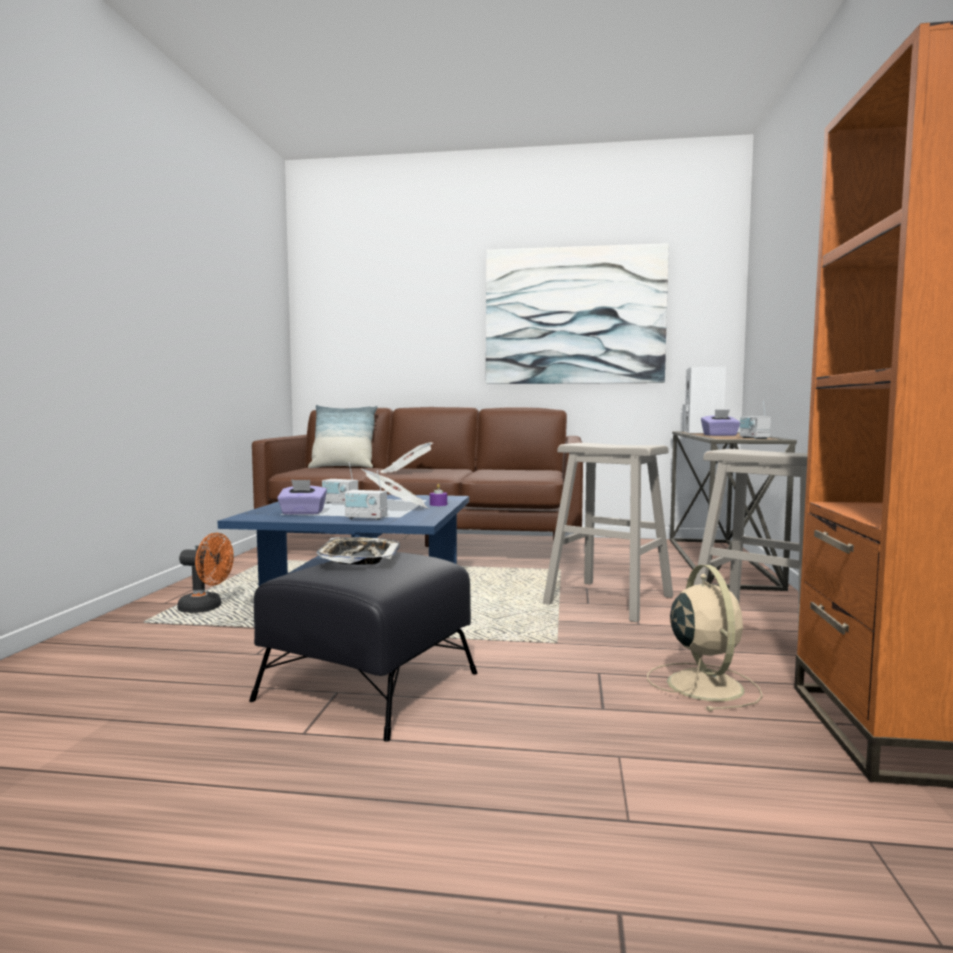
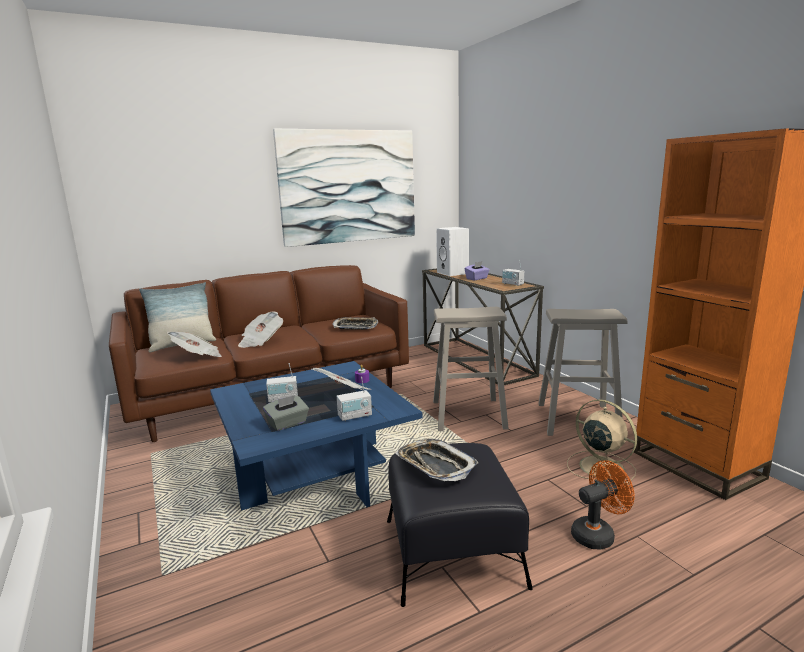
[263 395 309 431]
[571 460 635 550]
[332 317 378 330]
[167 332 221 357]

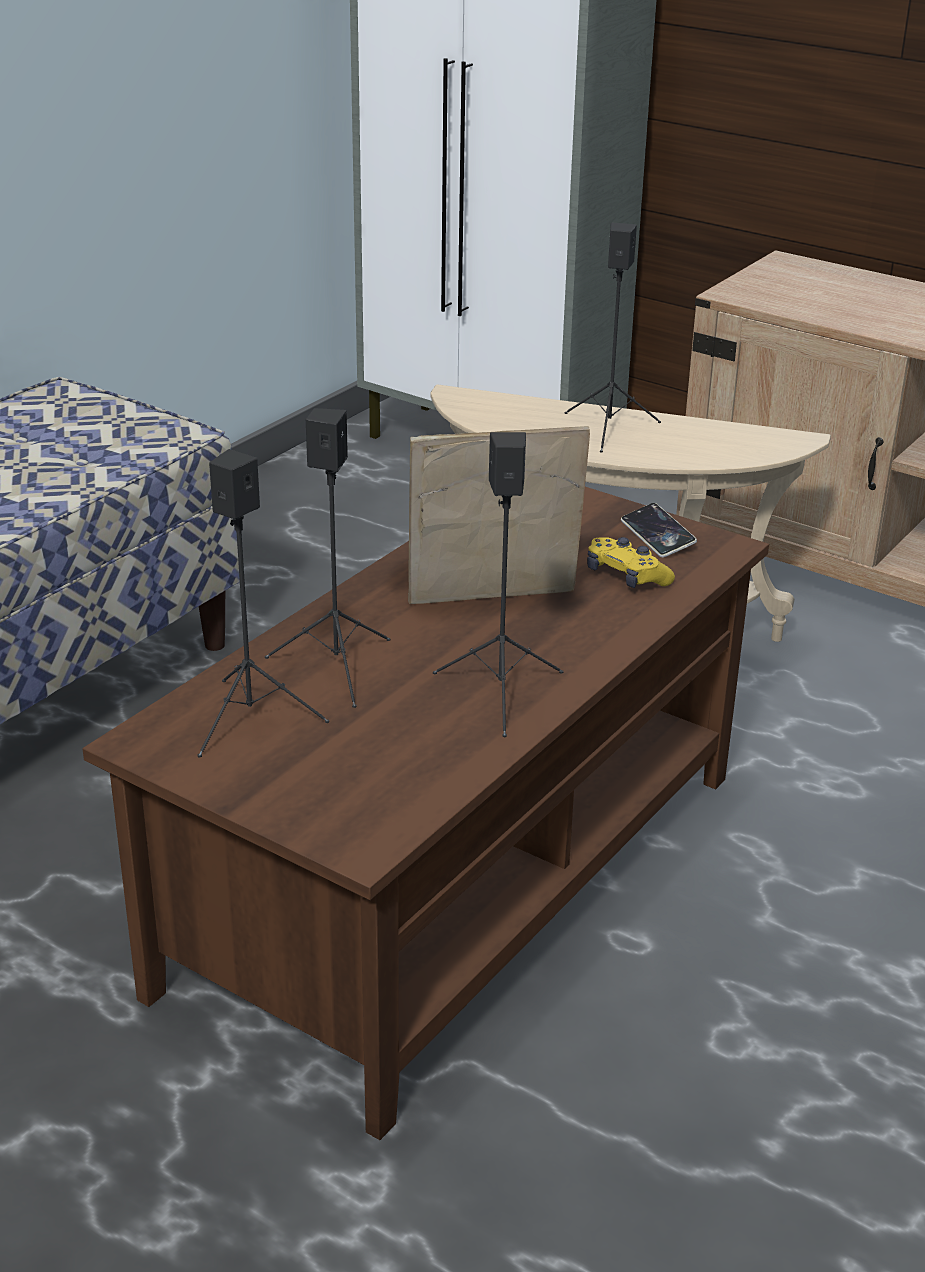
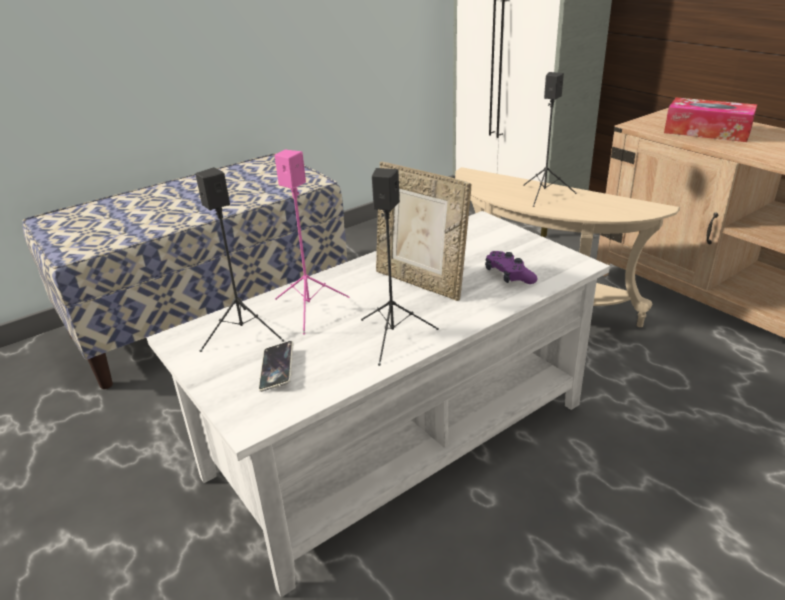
[275 150 349 335]
[376 162 471 301]
[147 211 610 597]
[259 341 293 392]
[485 251 538 284]
[664 98 757 142]

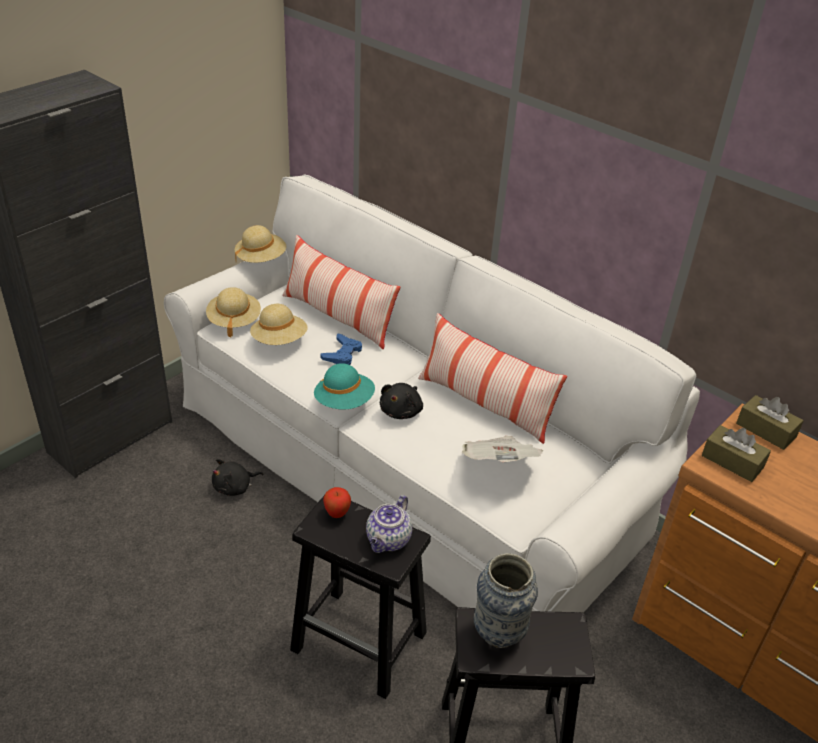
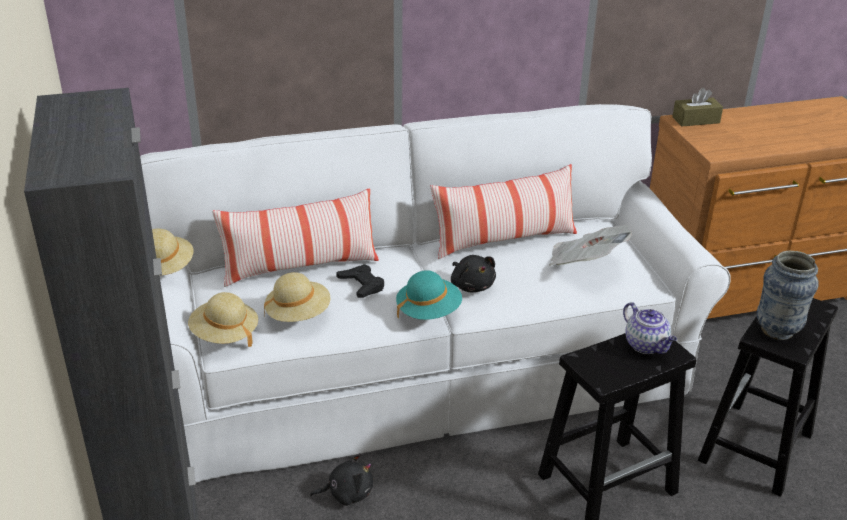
[336 264 384 298]
[702 425 771 482] (first image)
[310 453 373 506]
[323 487 351 518] (first image)

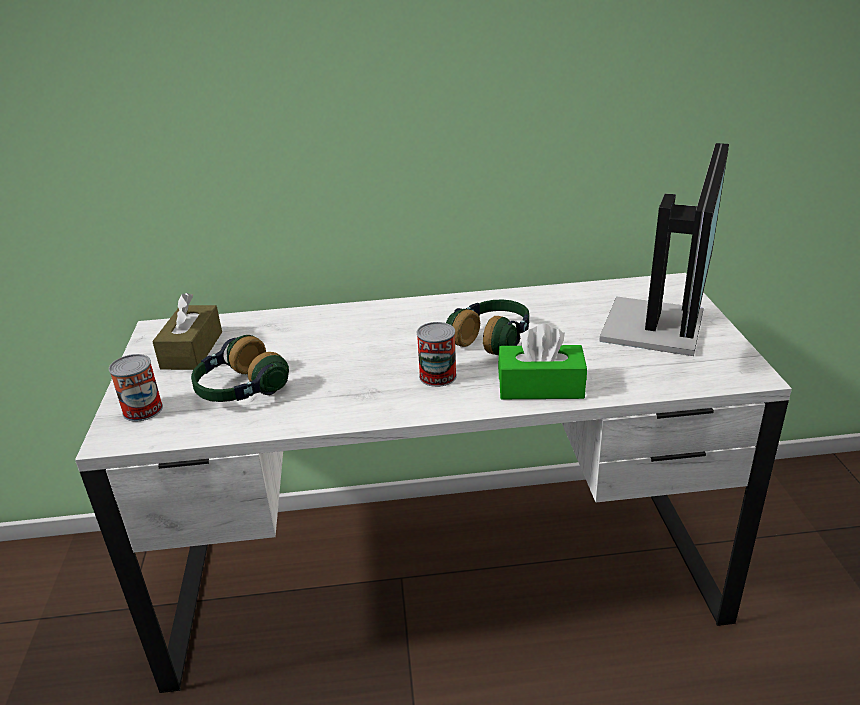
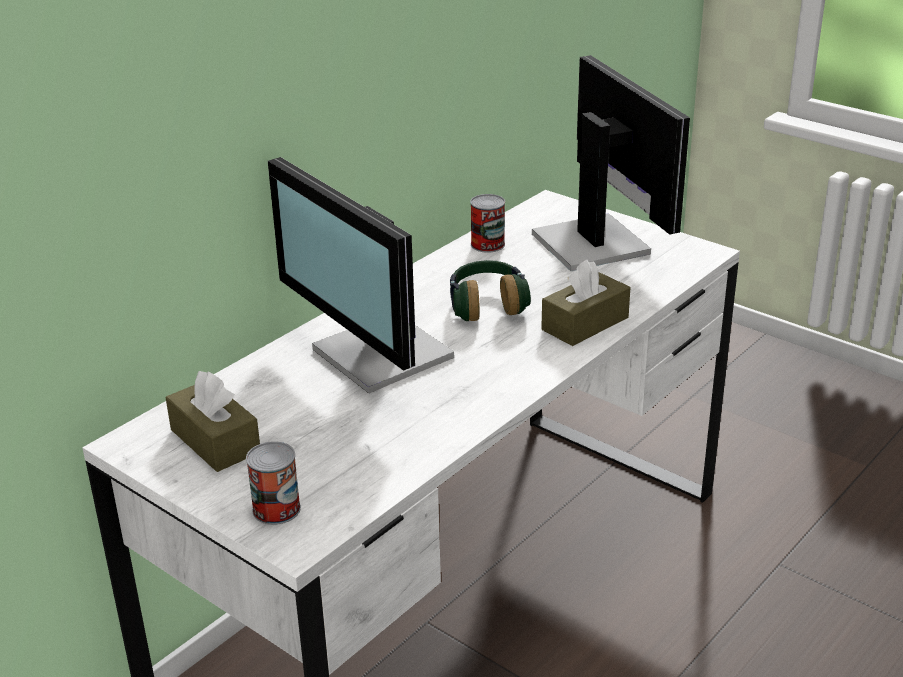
[470 194 505 253]
[541 260 630 346]
[191 335 289 402] (first image)
[268 157 454 393]

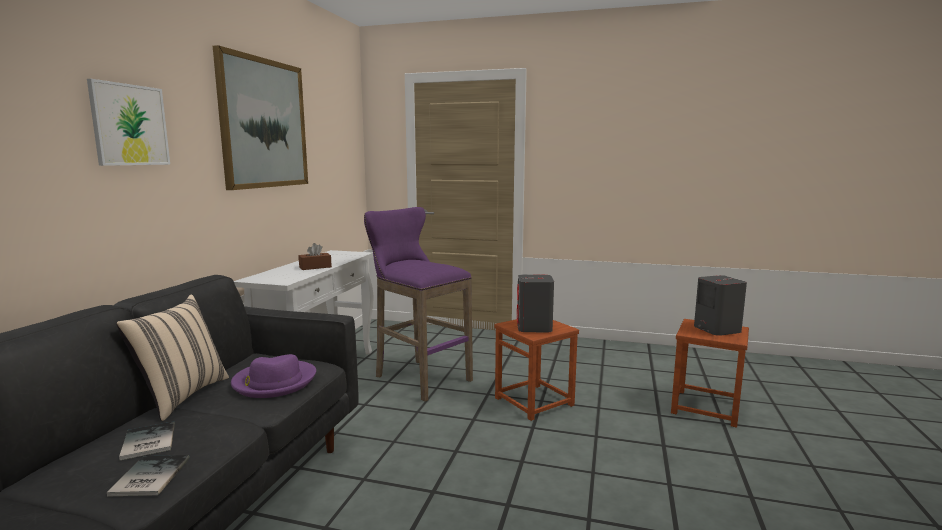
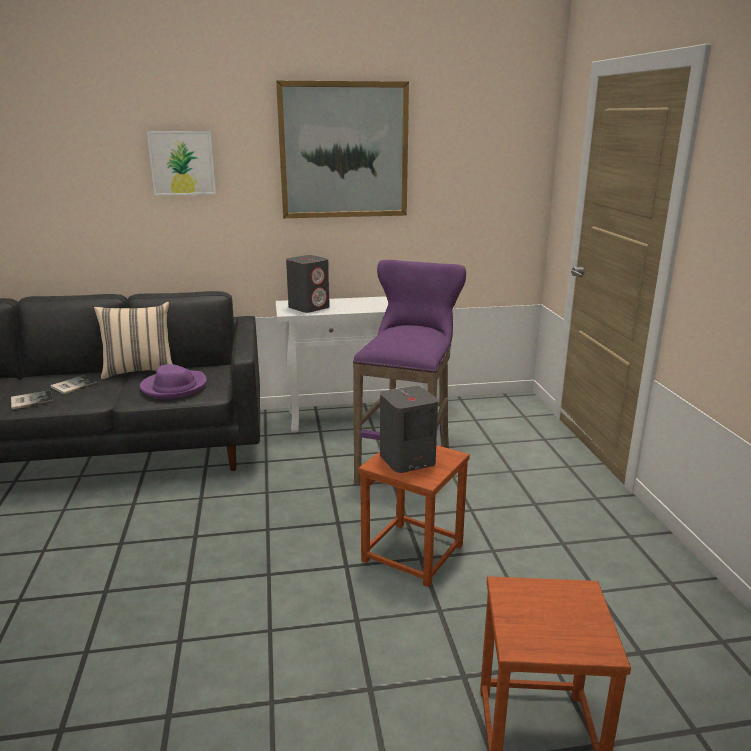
[298 243 332 270] (first image)
[286 255 330 313]

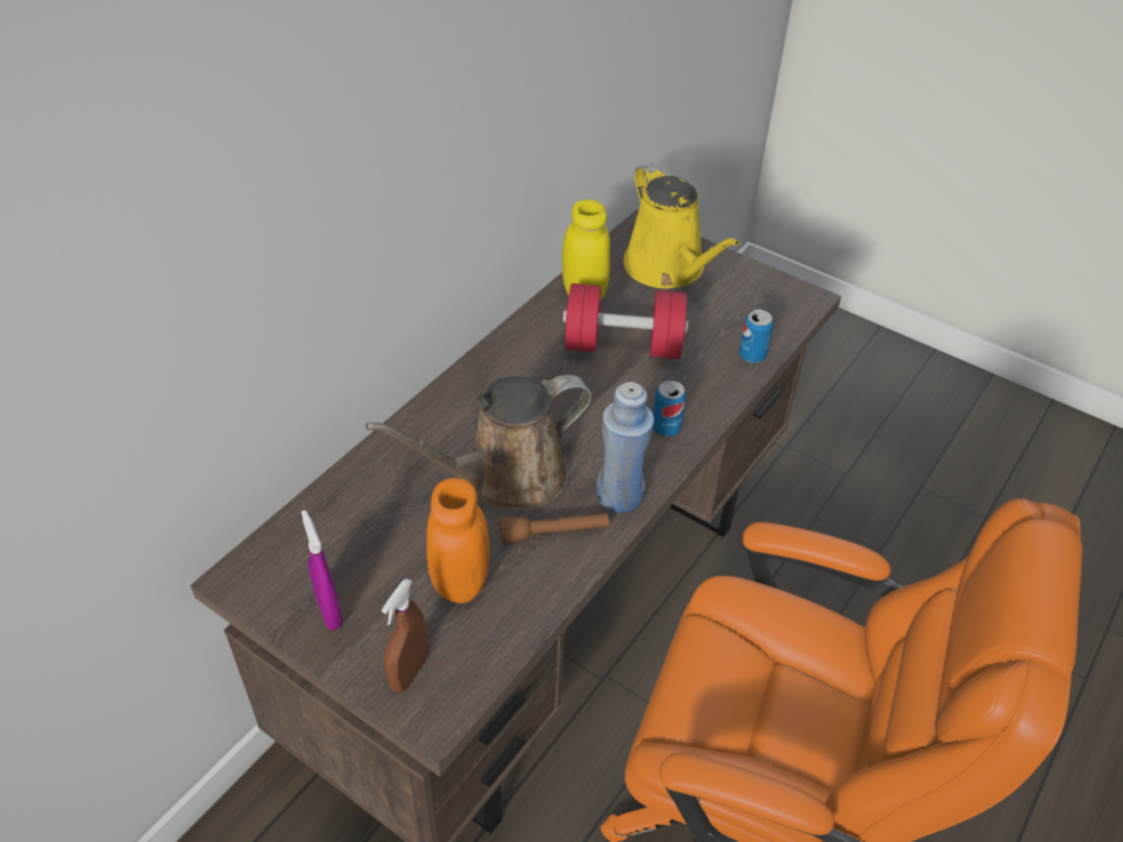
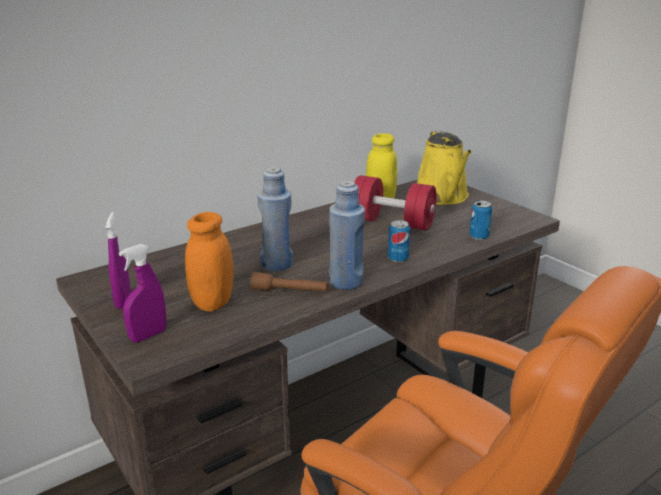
[257 167 293 271]
[119 244 166 342]

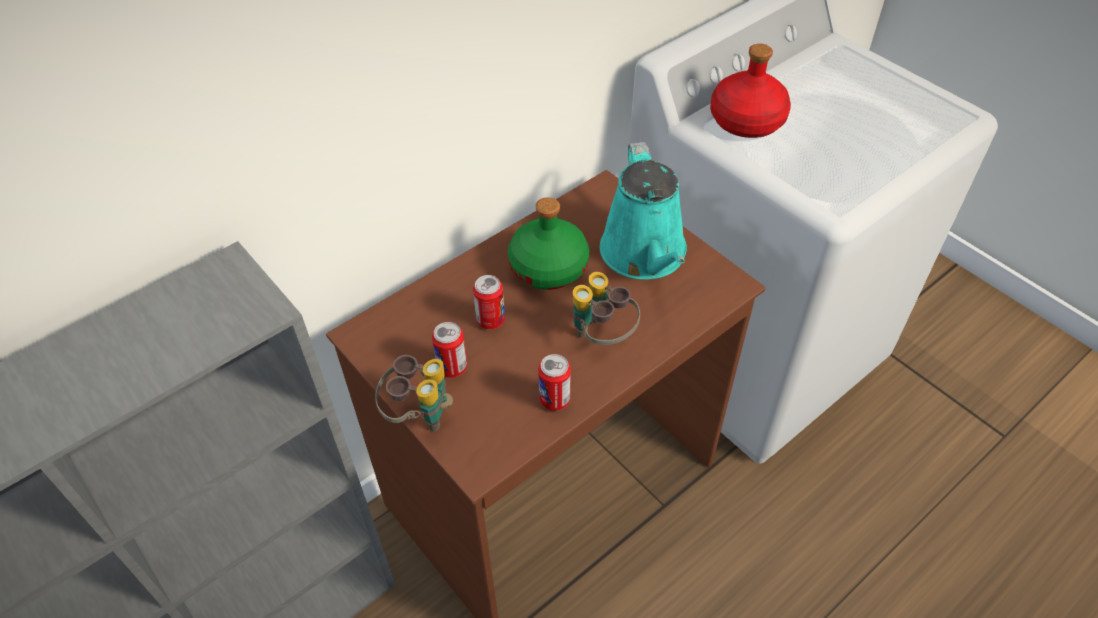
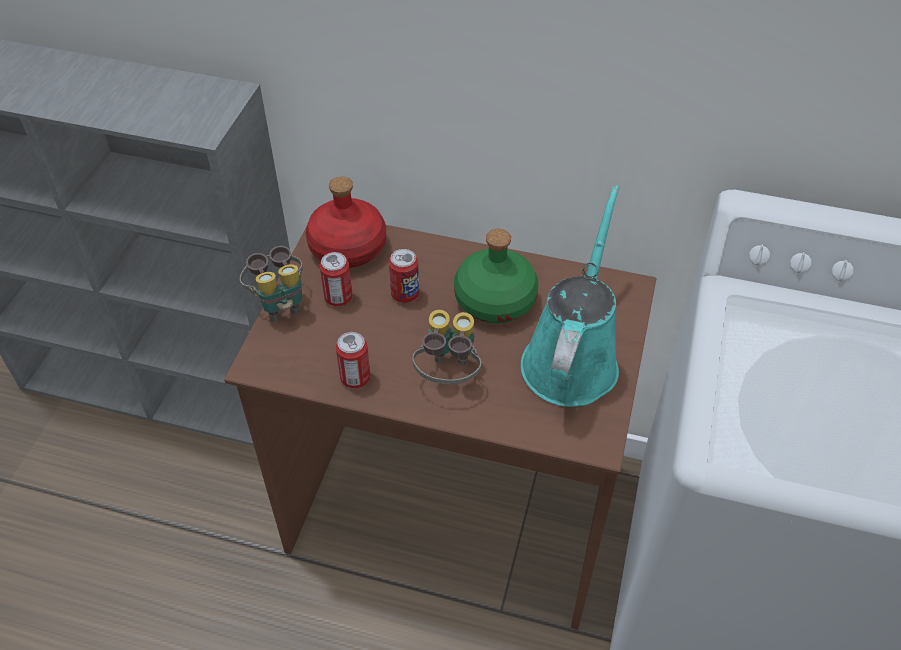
[306 176 386 268]
[520 185 620 407]

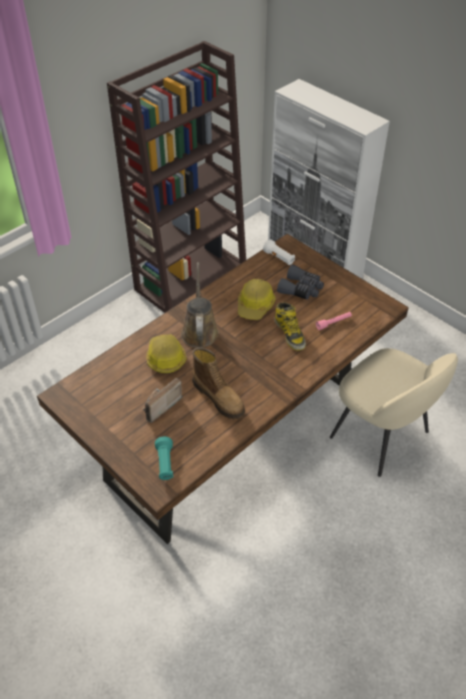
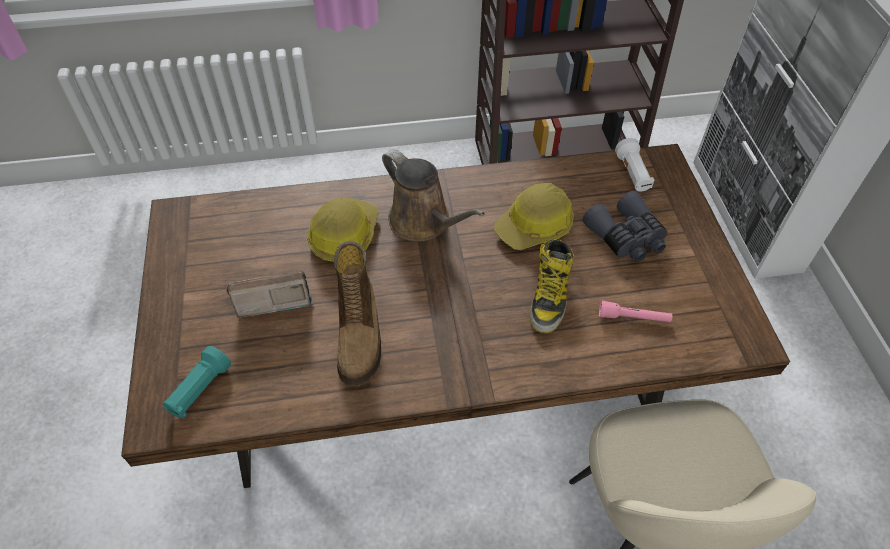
[382 149 485 242]

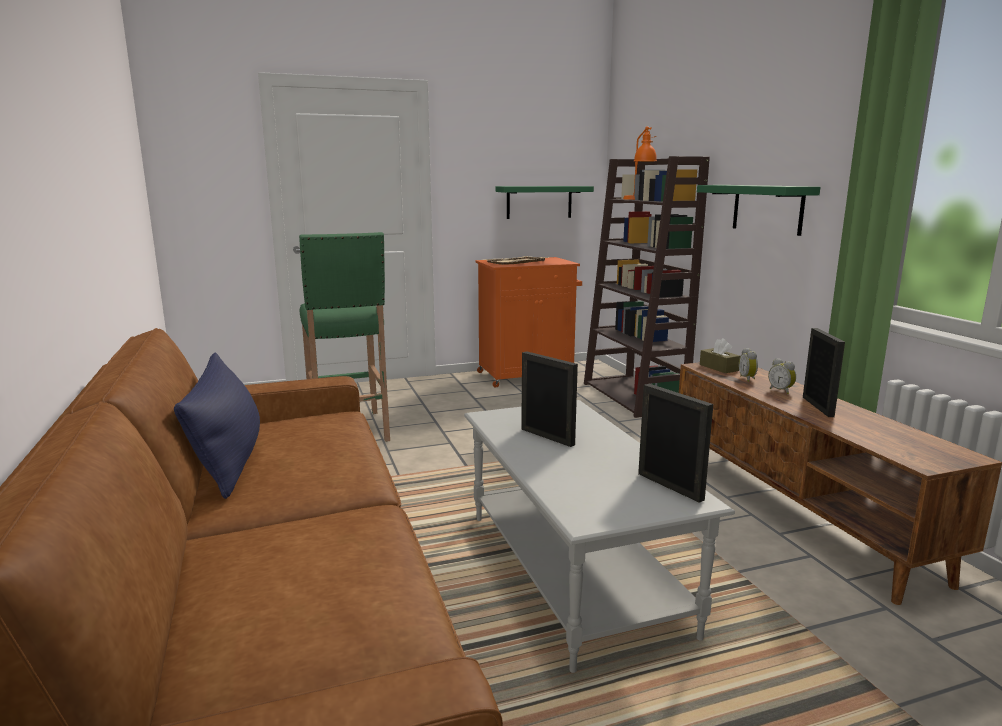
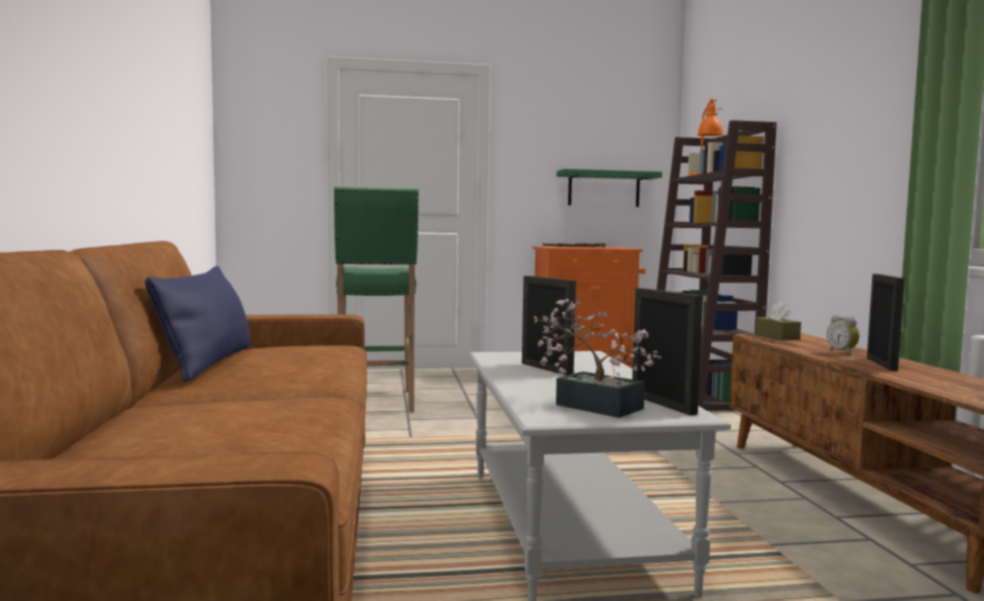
[697 185 820 236] (first image)
[739 348 758 382] (first image)
[534 298 661 418]

